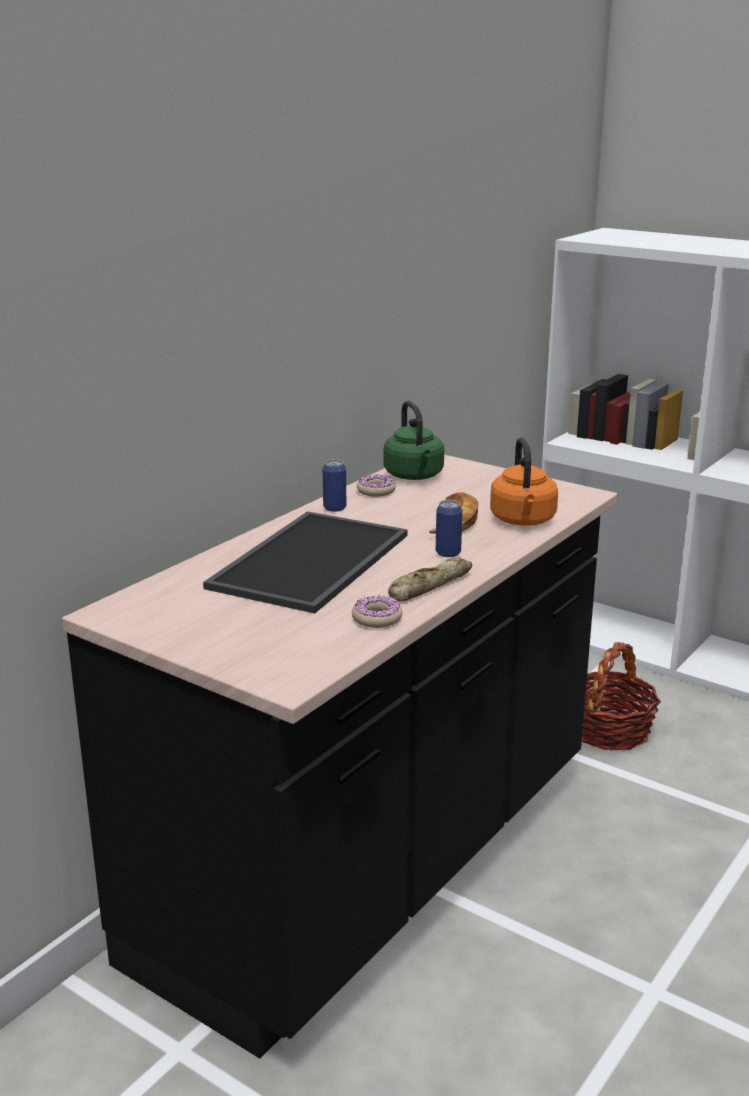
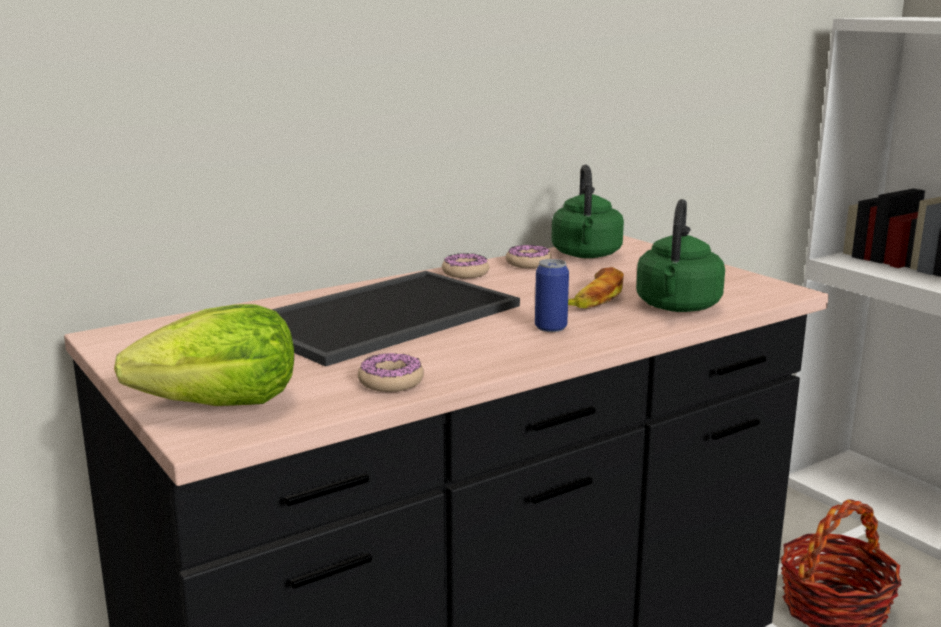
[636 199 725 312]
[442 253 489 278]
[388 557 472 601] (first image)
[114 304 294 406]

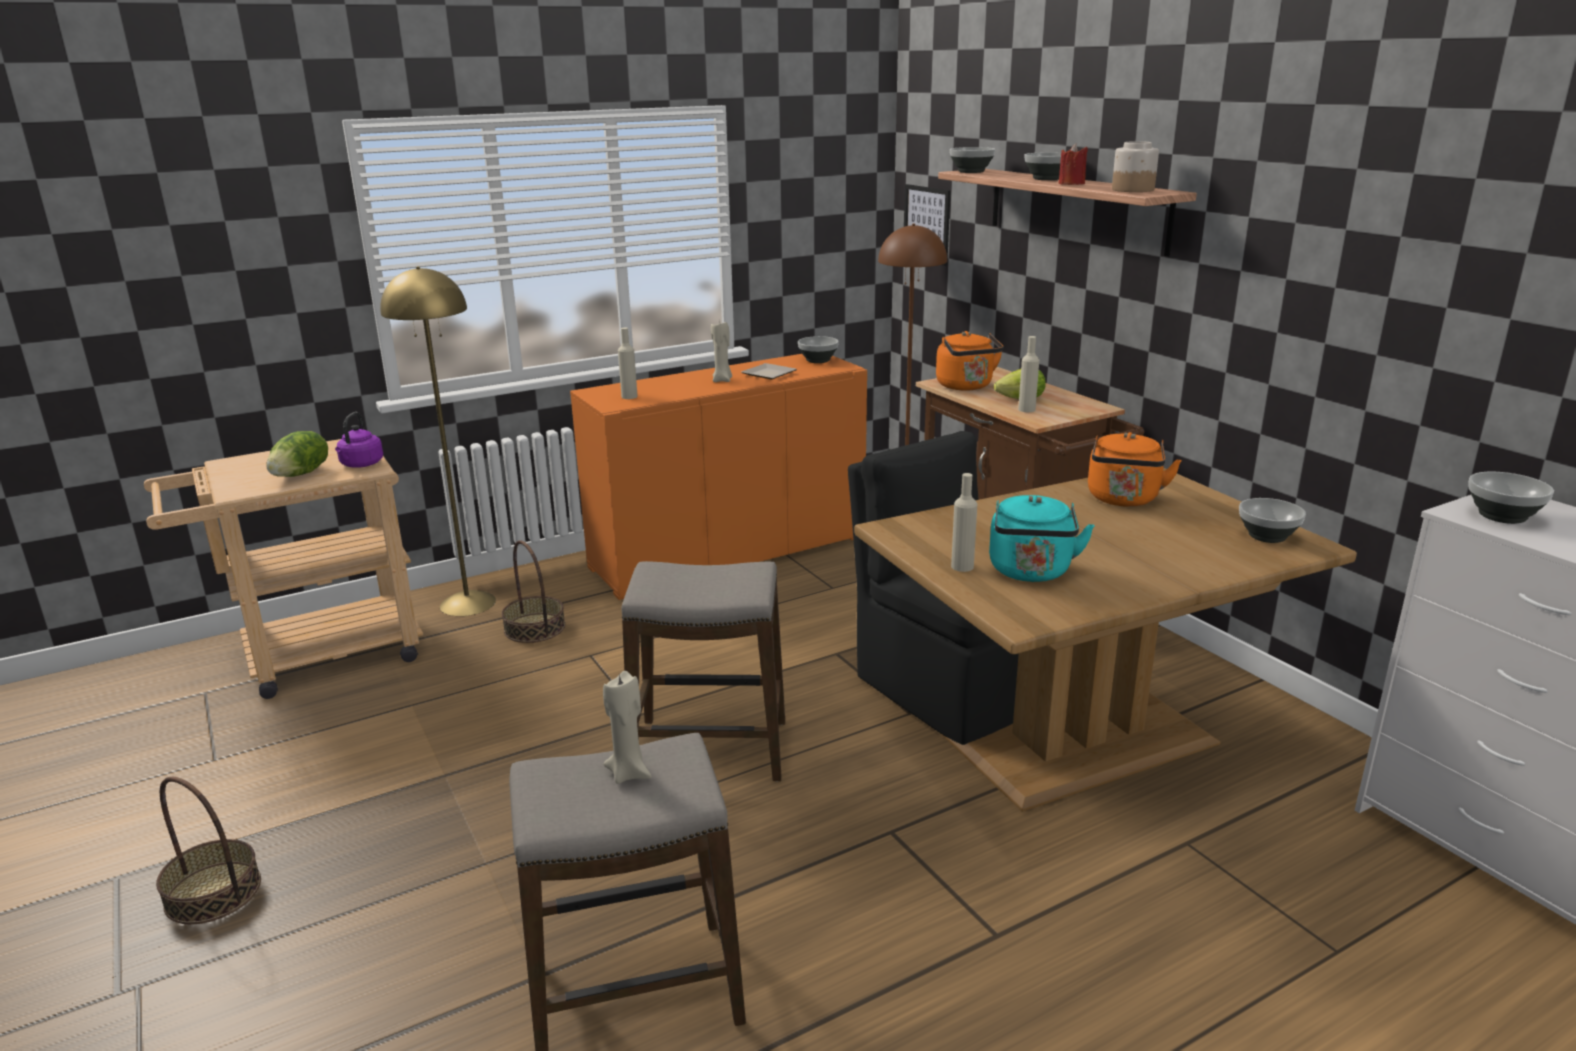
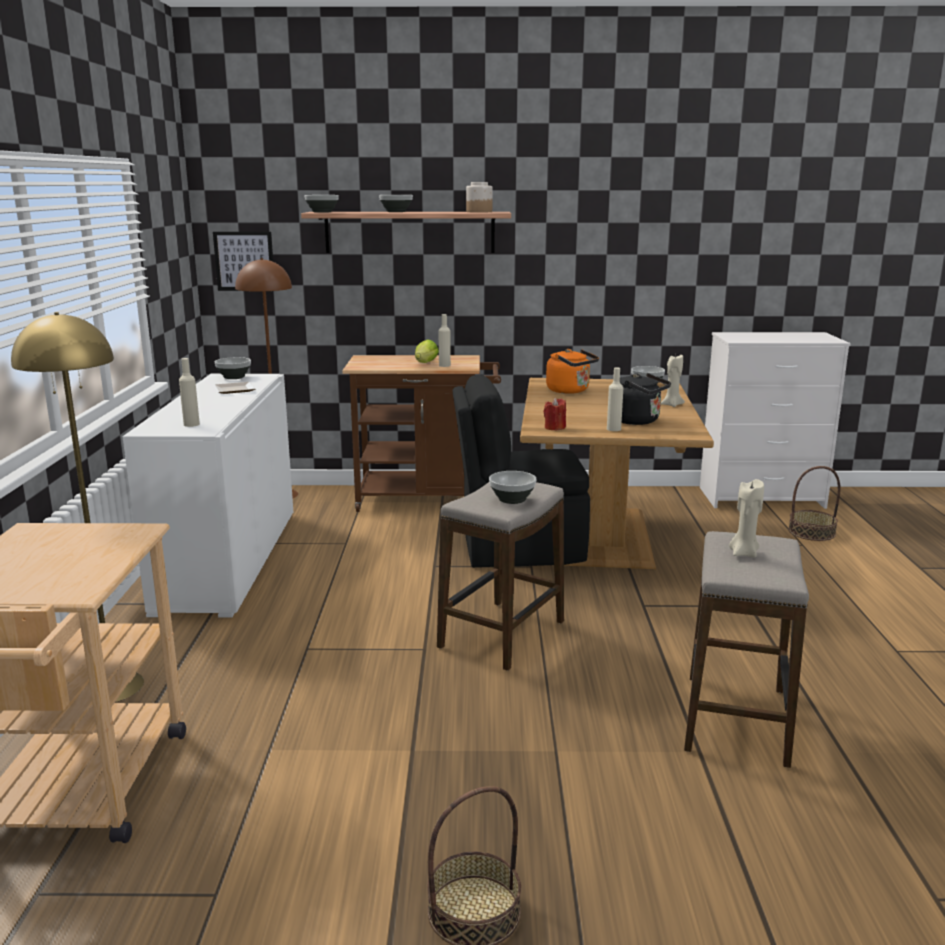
[544 398 566 431]
[661 355 685 407]
[936 331 1003 391] (first image)
[123 374 293 618]
[335 412 383 467] (first image)
[266 431 328 477] (first image)
[489 471 536 504]
[620 373 671 425]
[788 466 841 541]

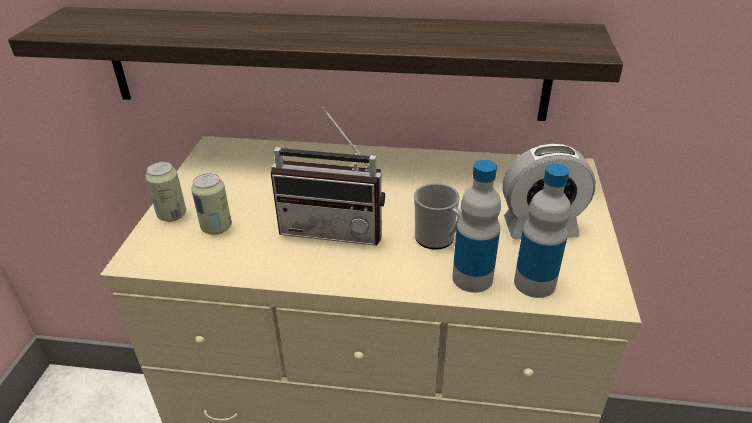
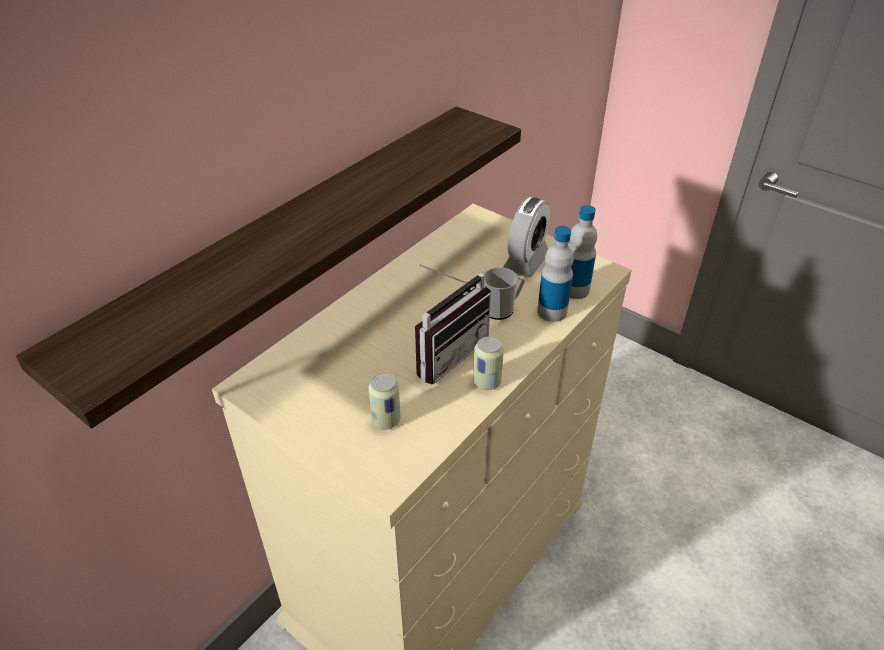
[473 336 504 390]

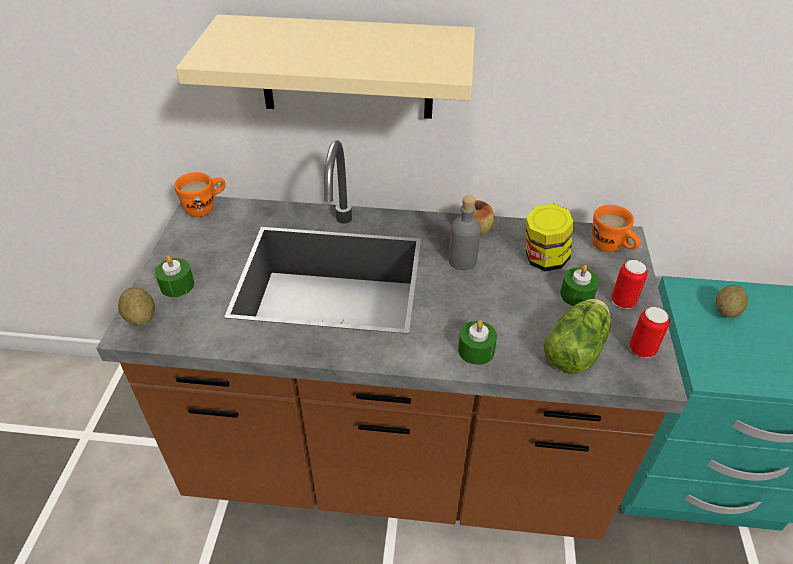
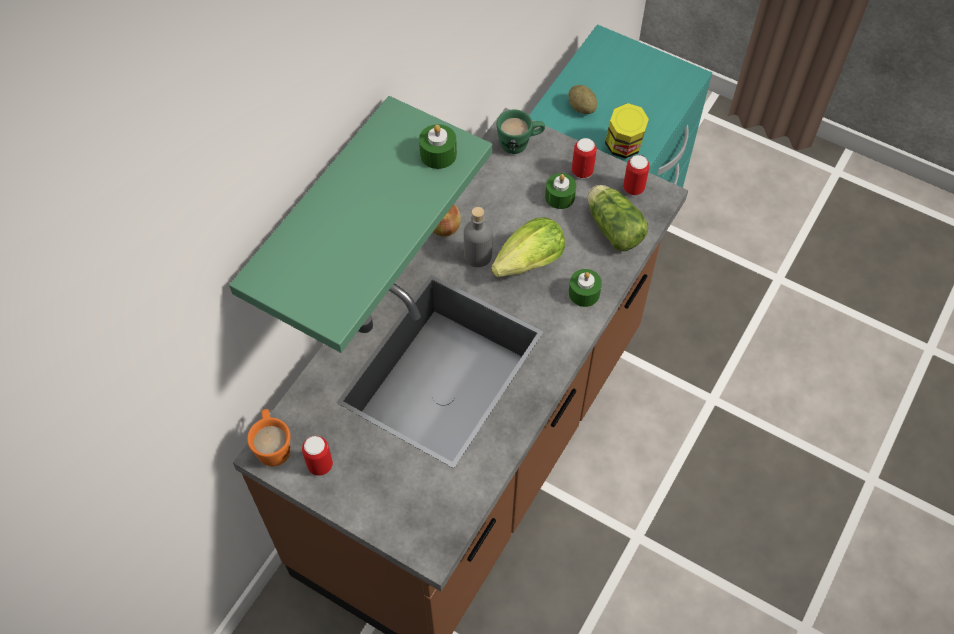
[229 96 492 353]
[605 103 649 159]
[497 109 545 154]
[419 124 457 169]
[118 287 155 326] (first image)
[491 217 565 277]
[302 436 333 476]

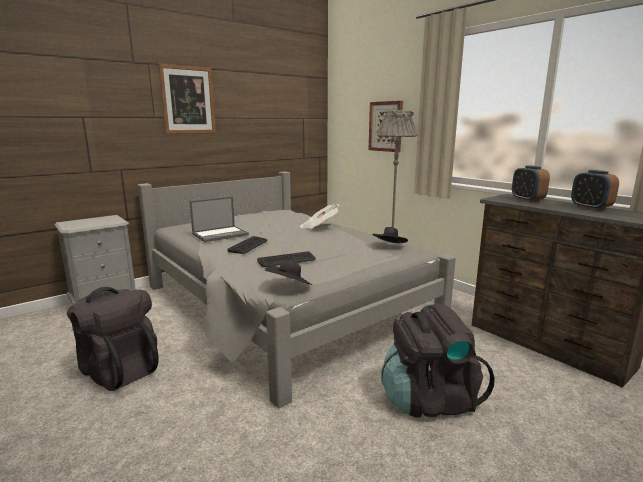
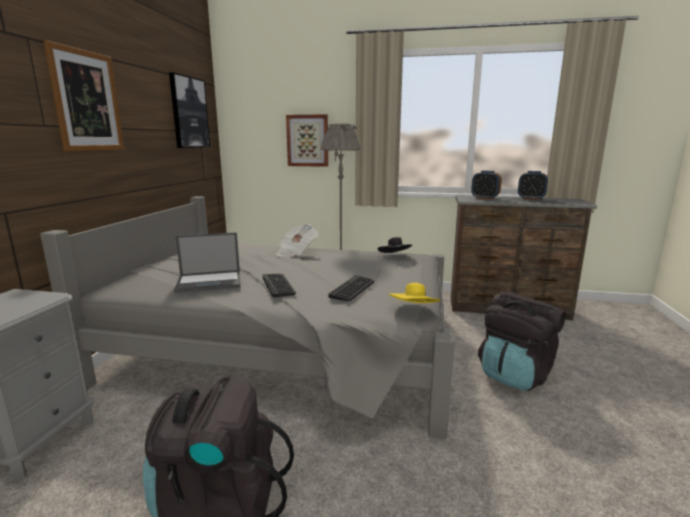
[174 232 241 293]
[389 283 441 303]
[169 72 210 148]

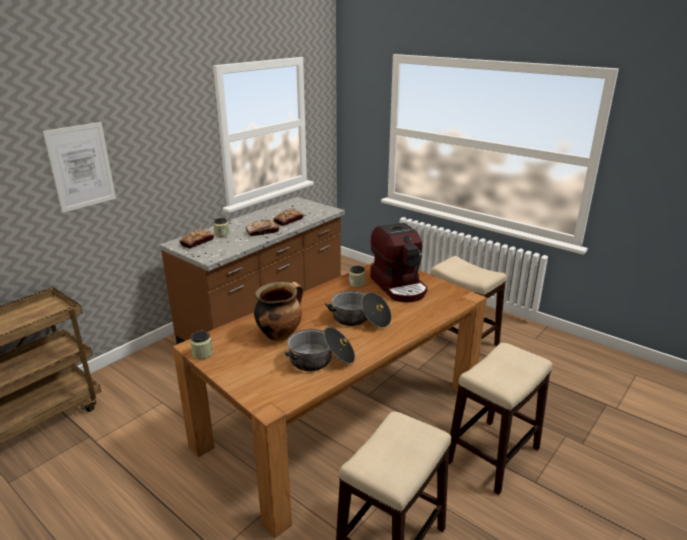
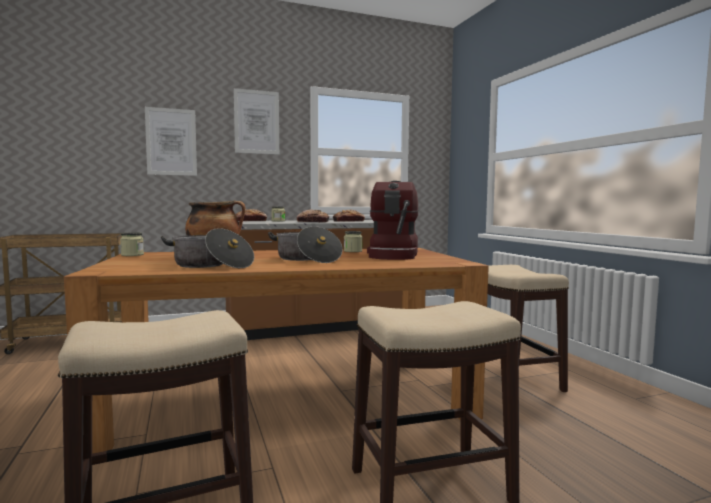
[234 88 279 155]

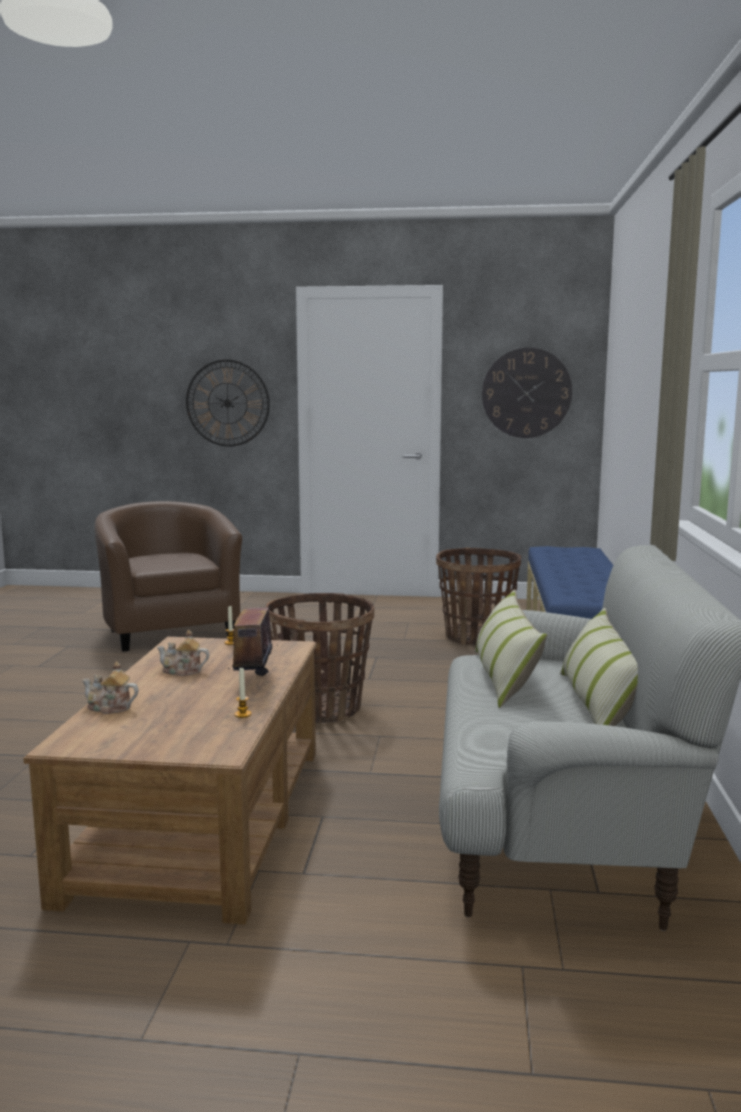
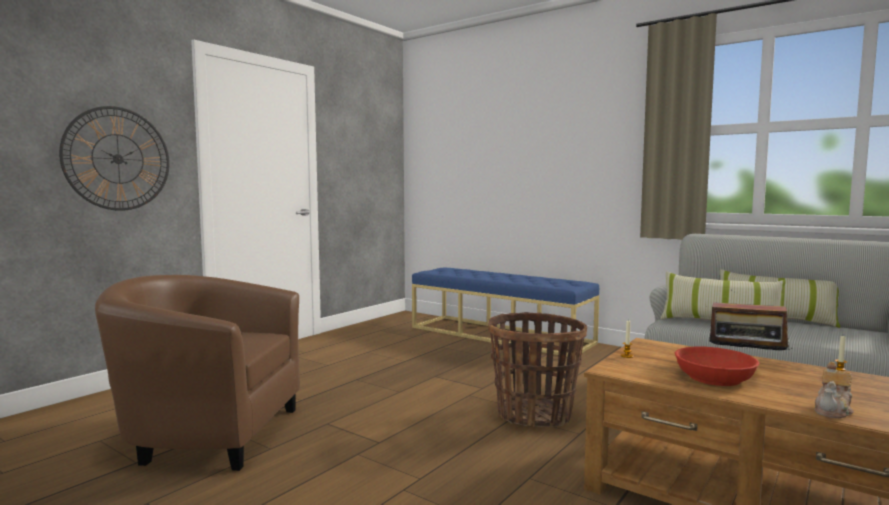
[482 347 572 438] (first image)
[436 548 521 645] (first image)
[675 347 760 386]

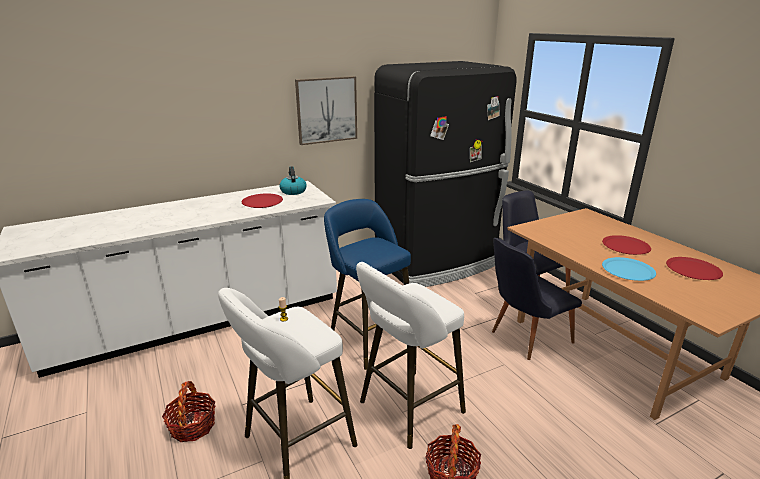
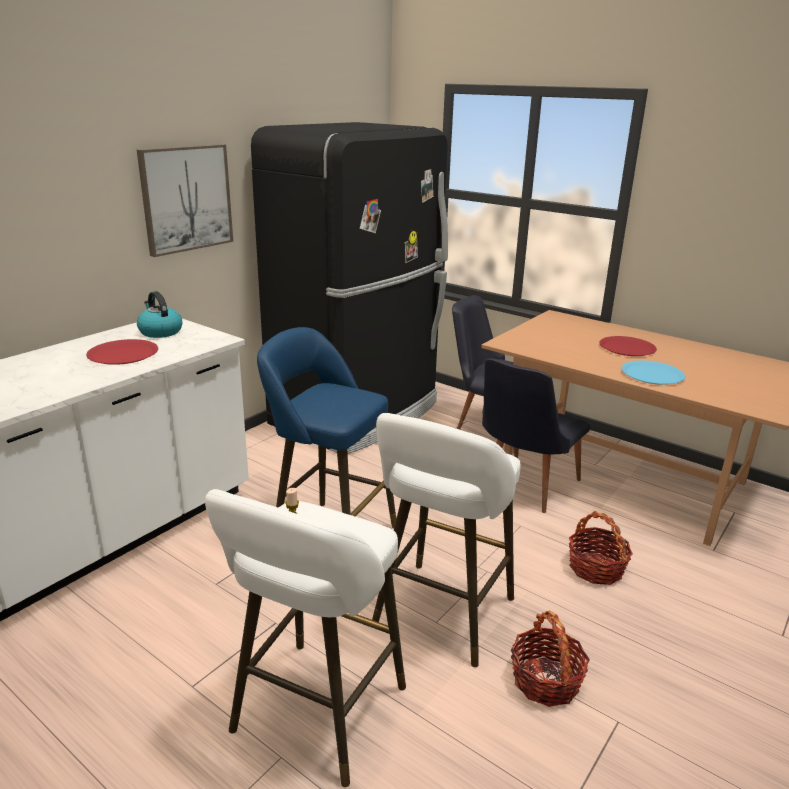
[666 257 723 280] (first image)
[569 511 633 585]

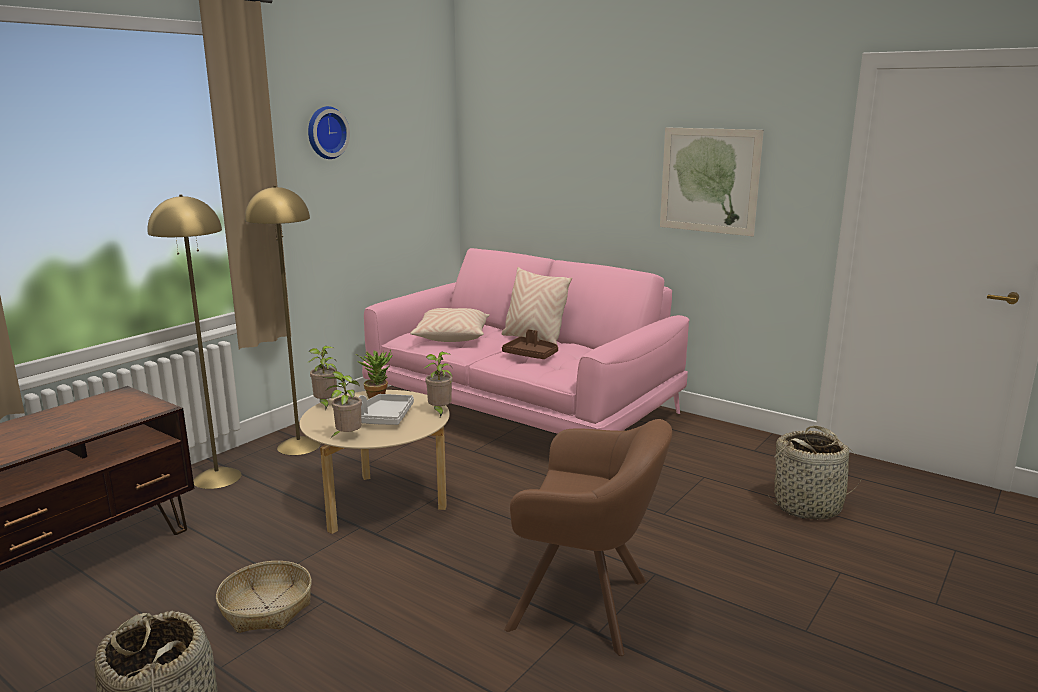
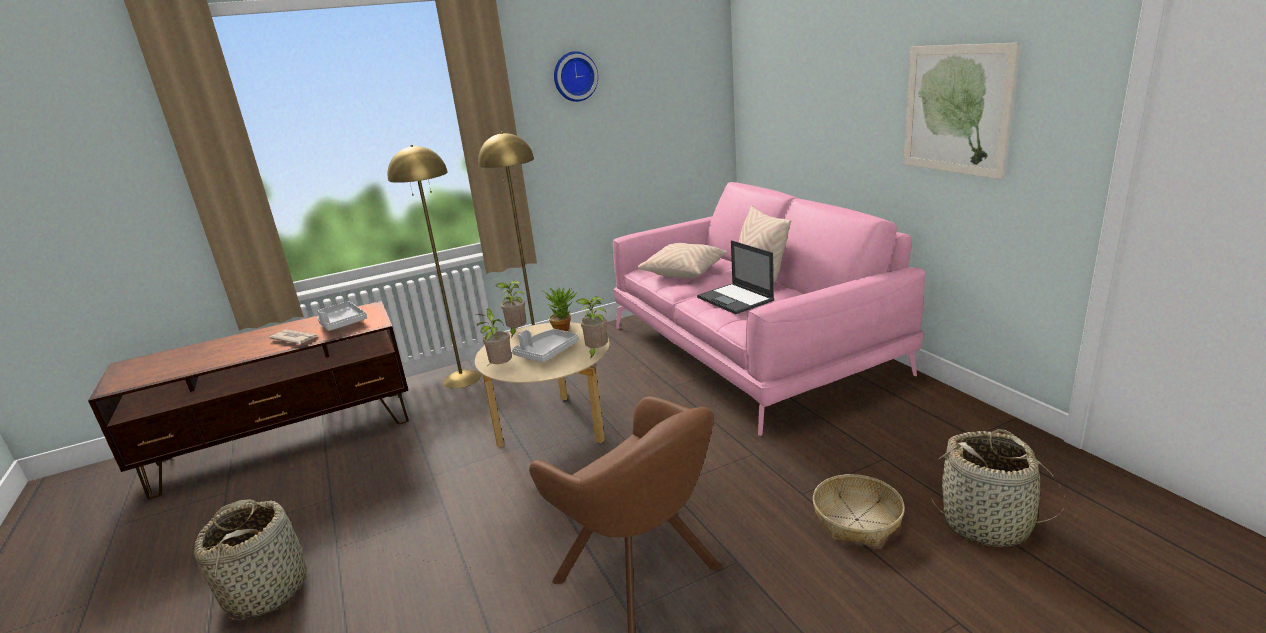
[697 240 775 314]
[813 474 905 547]
[317 301 367 331]
[269 329 319 344]

